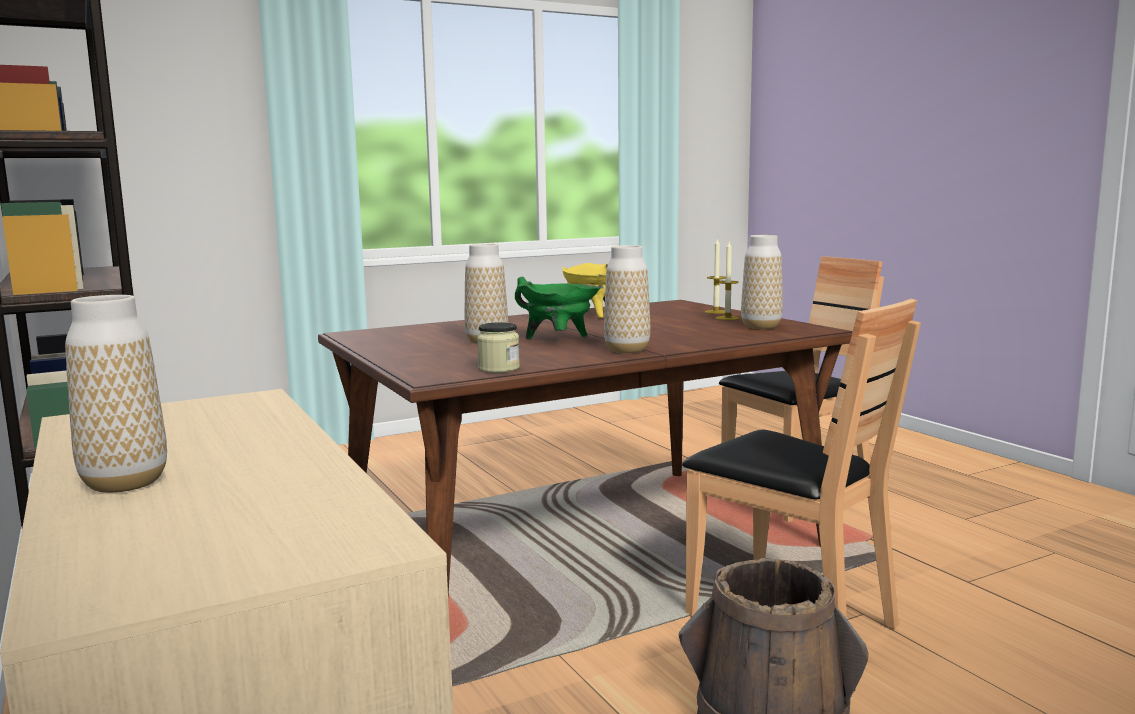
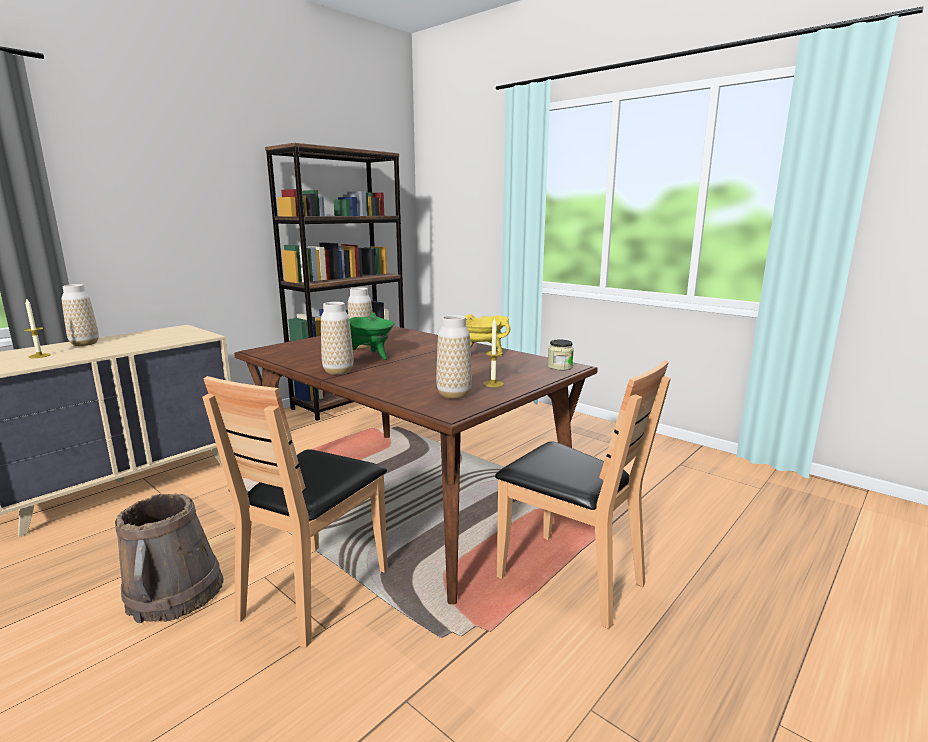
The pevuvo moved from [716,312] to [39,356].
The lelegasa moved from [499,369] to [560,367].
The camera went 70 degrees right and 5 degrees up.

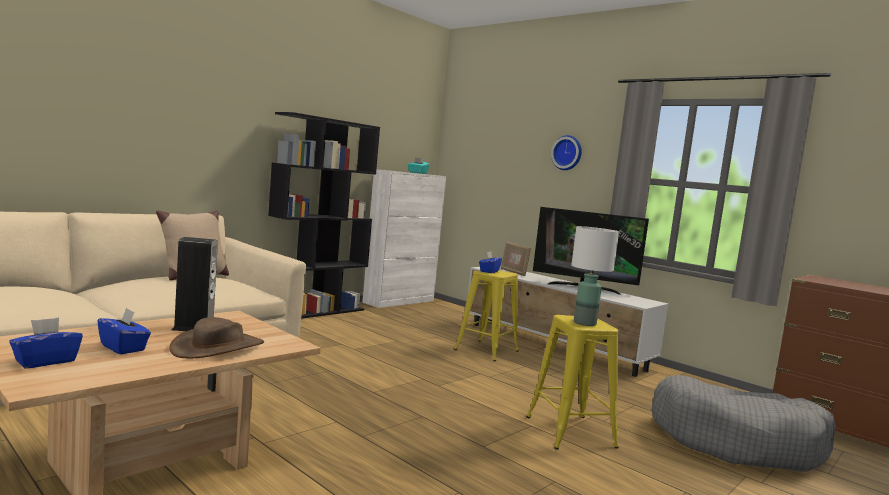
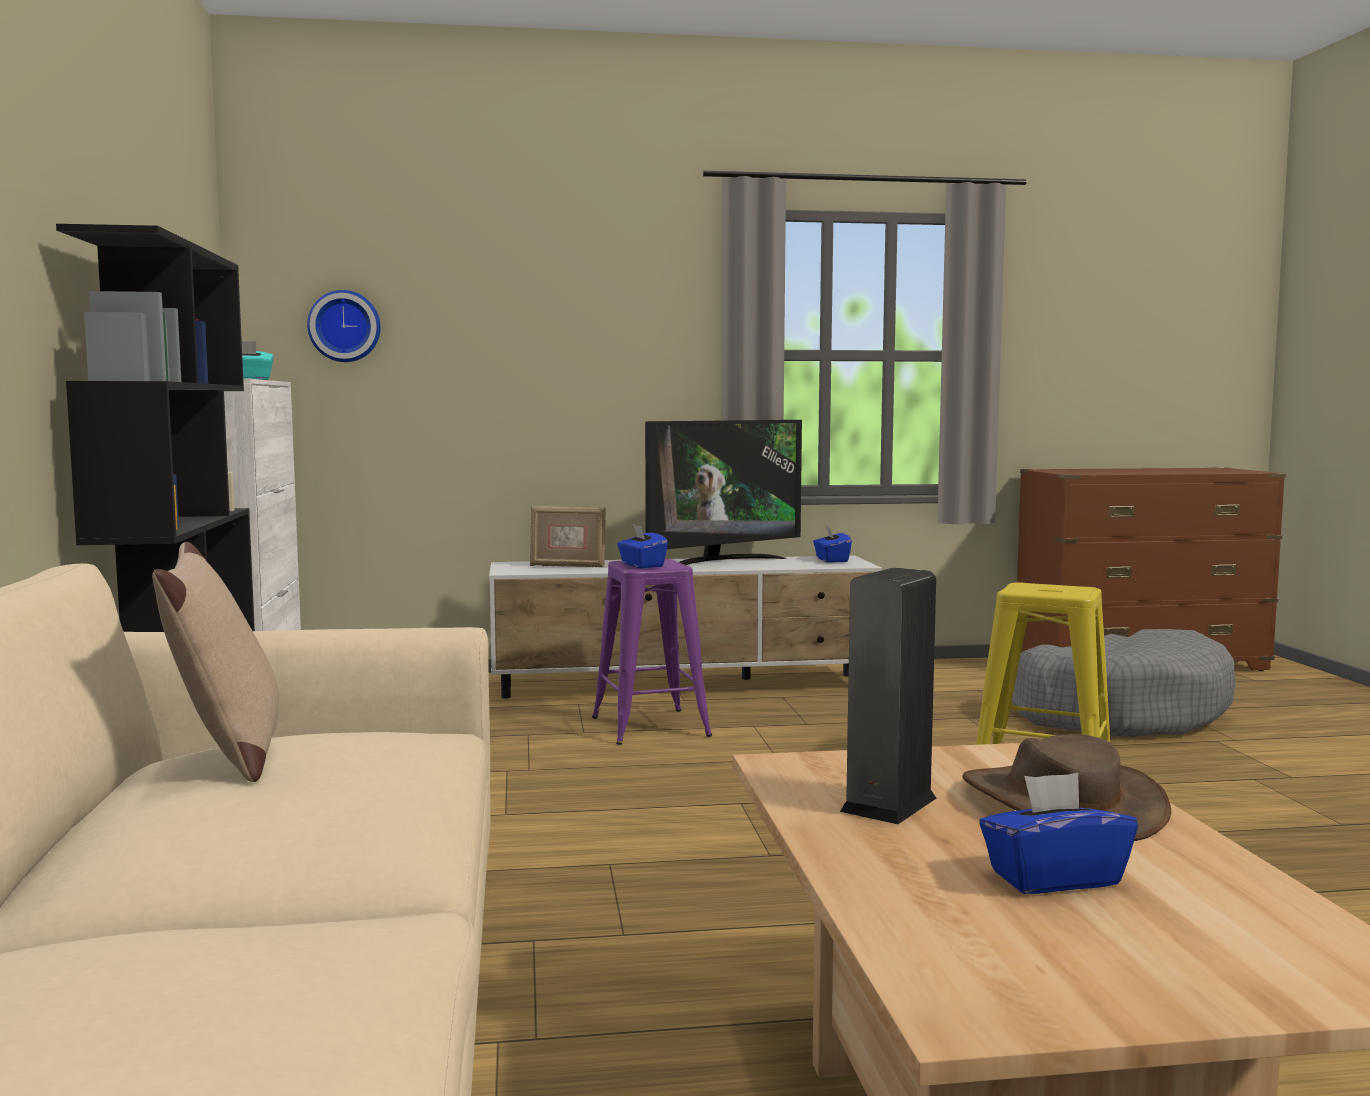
The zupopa moved from [567,153] to [345,326].
The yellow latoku at [487,350] became the purple latoku at [650,727].
The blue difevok moved from [45,361] to [831,560].
The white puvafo at [584,323] disappeared.
The camera went 50 degrees left and 0 degrees up.

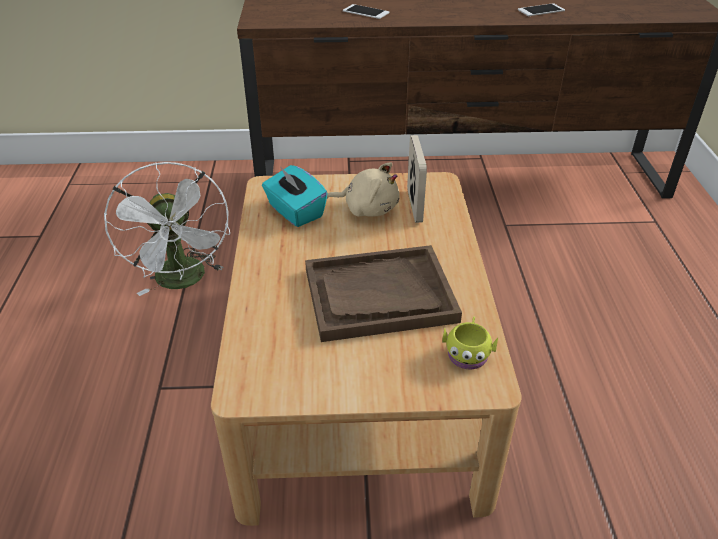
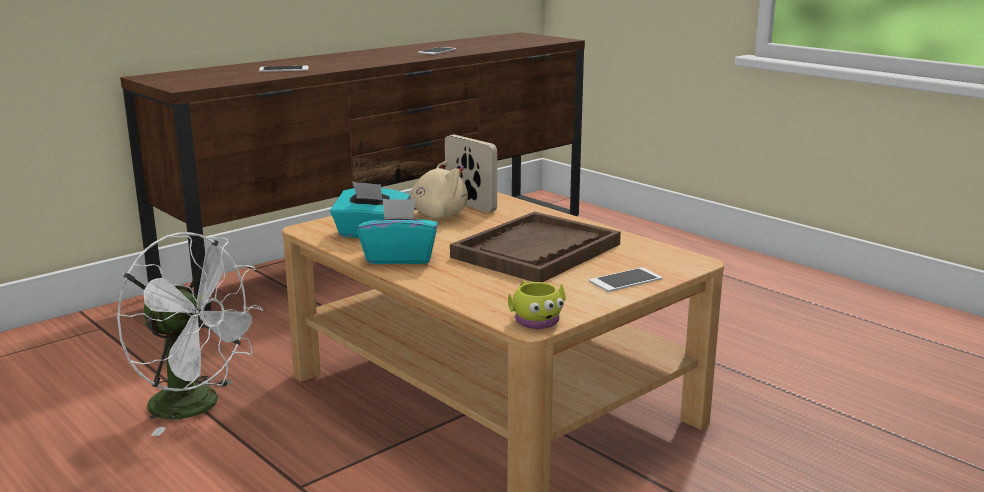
The turquoise difevok at [399,258] appeared.
The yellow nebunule moved from [468,353] to [535,319].
The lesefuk at [625,280] appeared.
The camera went 40 degrees left and 20 degrees down.

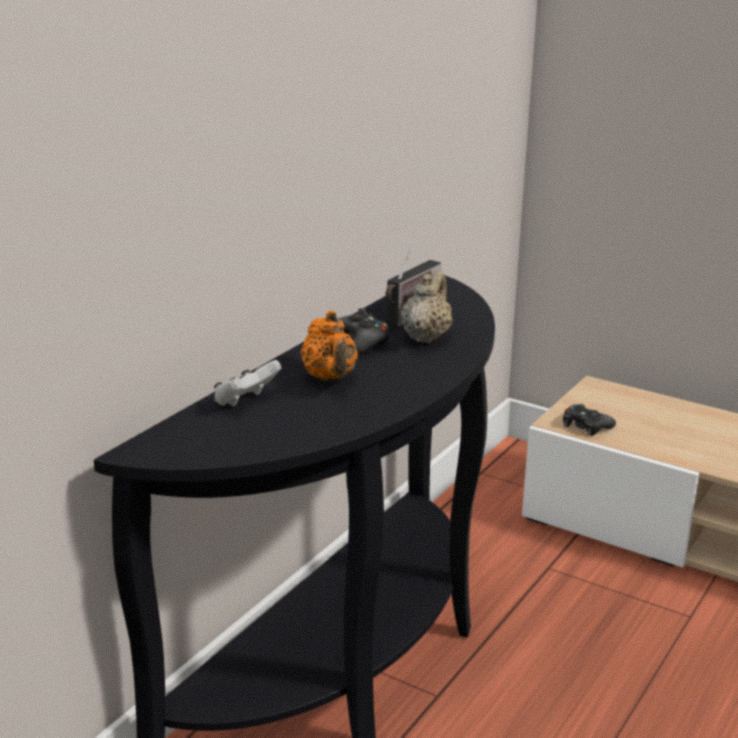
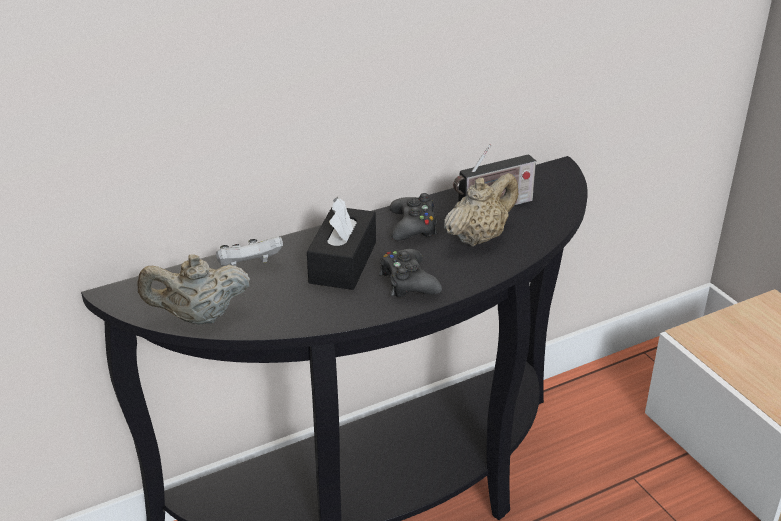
The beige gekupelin at [198,317] appeared.
The orange gekupelin at [330,379] was replaced by the black difevok at [343,262].
The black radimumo moved from [585,426] to [408,282].
The camera went 30 degrees right and 10 degrees up.

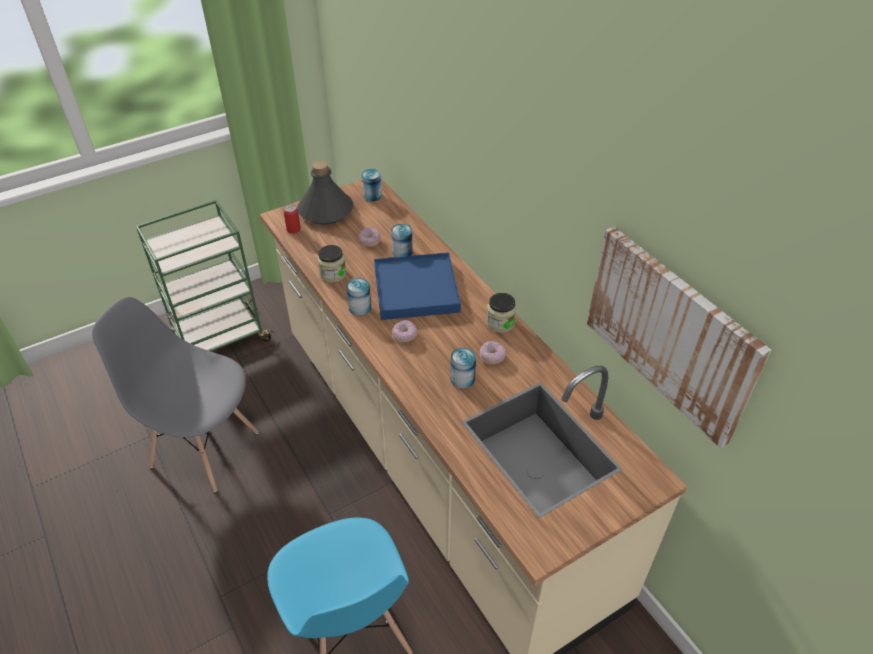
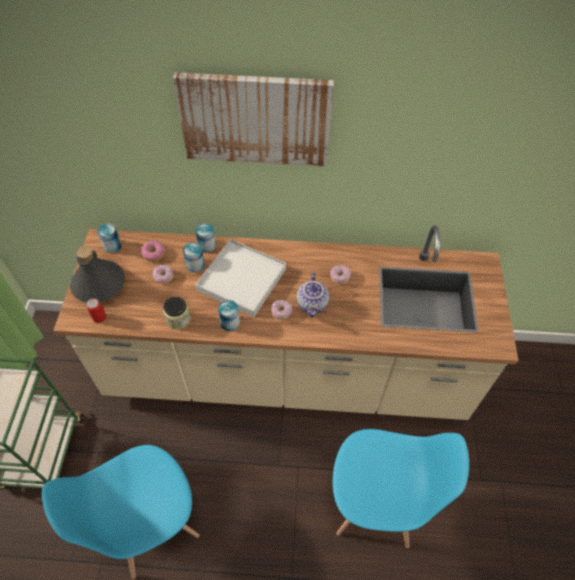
The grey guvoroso at [204,448] became the blue guvoroso at [150,524].
The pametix at [153,253] appeared.
The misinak moved from [670,332] to [255,119].
The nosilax moved from [462,379] to [207,245].
The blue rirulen at [416,289] became the white rirulen at [242,279].
The gekupelin at [313,304] appeared.
The lelegasa at [500,323] disappeared.
The camera went 55 degrees left and 10 degrees up.

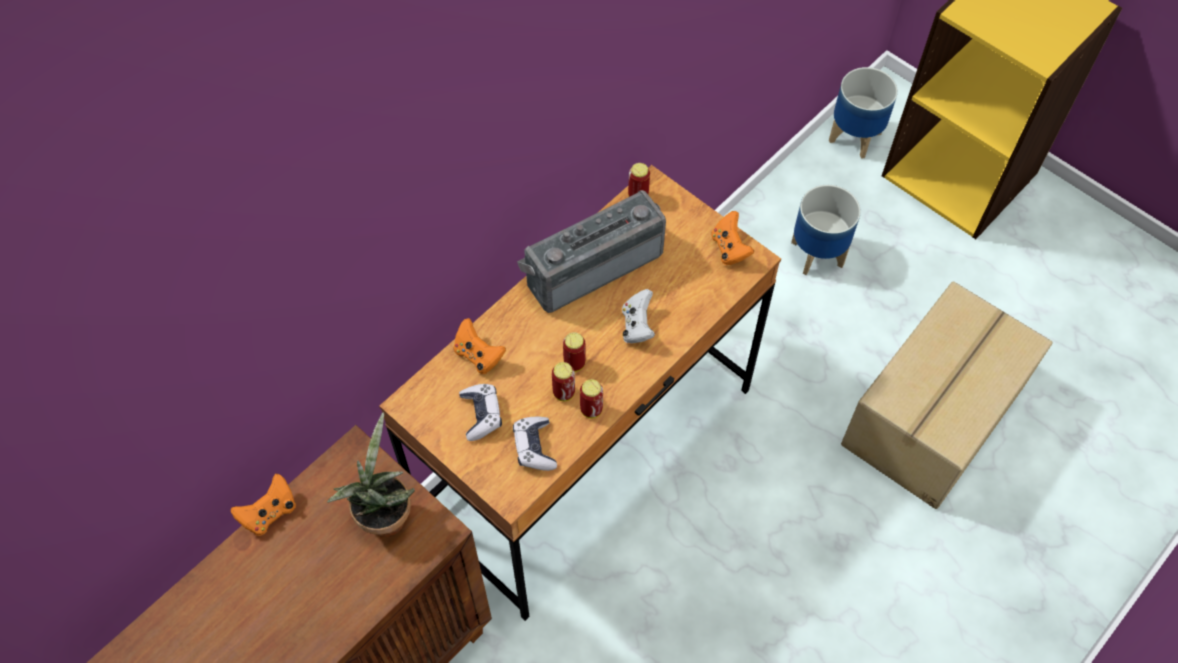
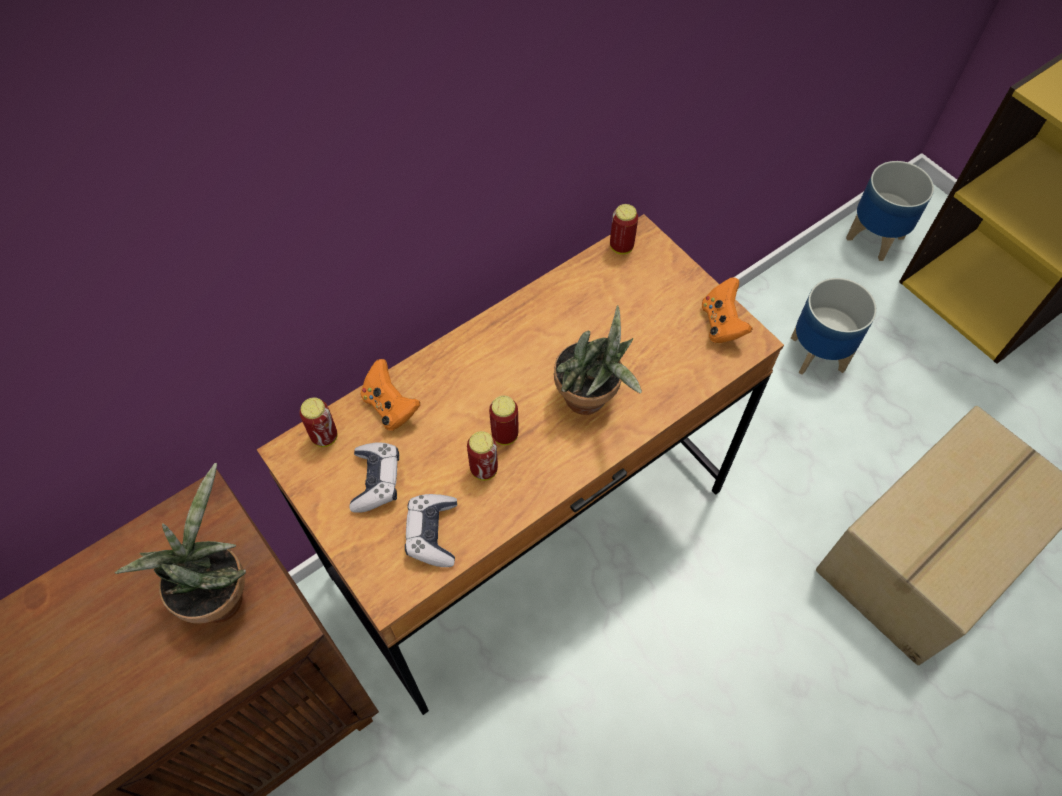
The nosilax moved from [591,409] to [324,436].
The white radimumo at [637,326] was replaced by the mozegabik at [591,400].
The orange radimumo at [269,513] disappeared.
The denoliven at [591,264] disappeared.
The camera went 10 degrees right and 0 degrees up.

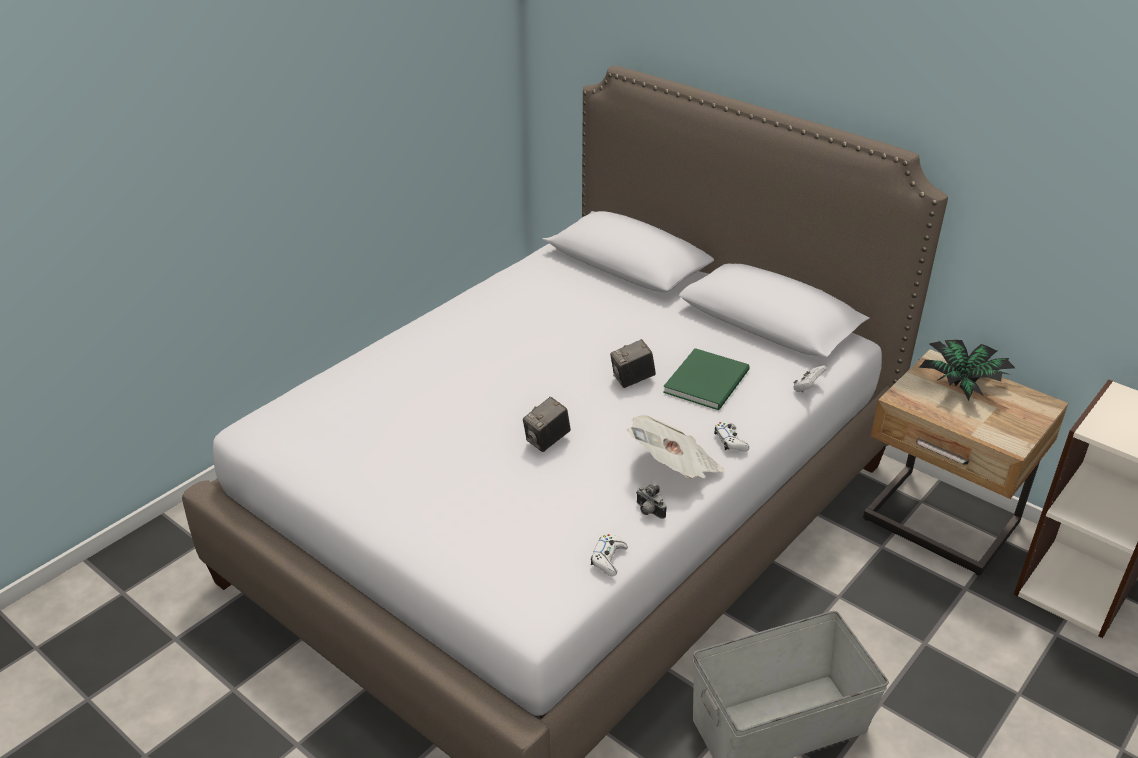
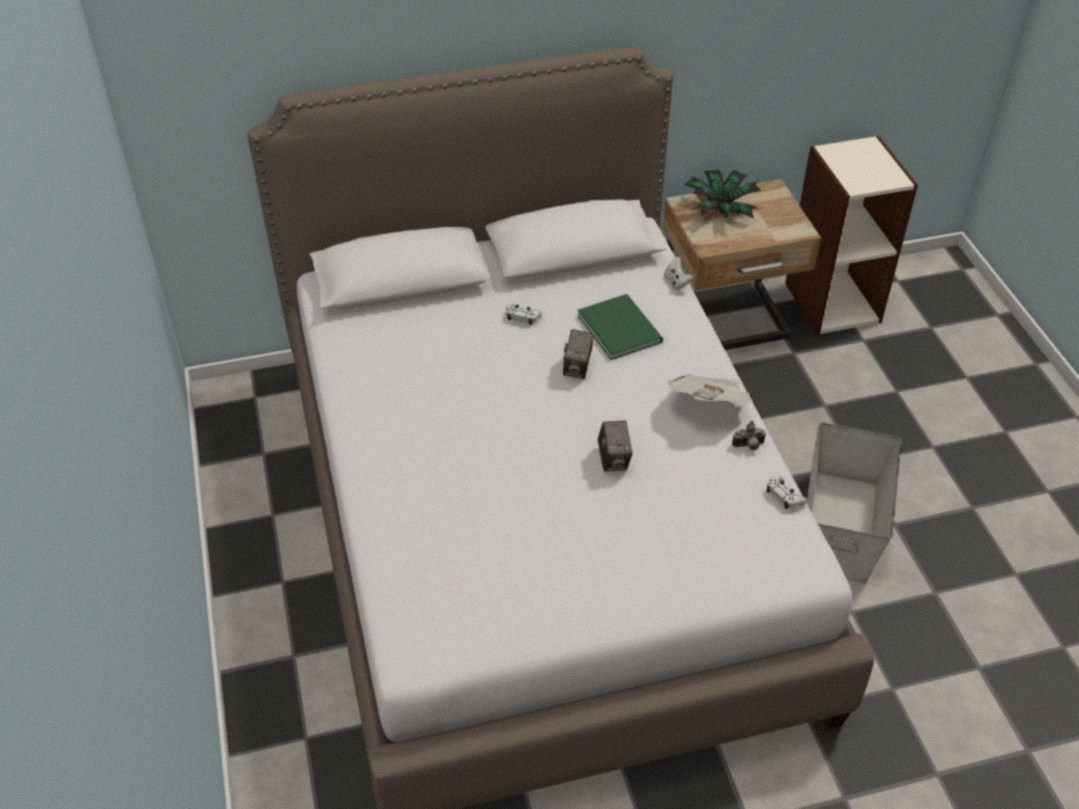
The white radimumo moved from [730,441] to [522,317].
The camera went 55 degrees left and 10 degrees up.

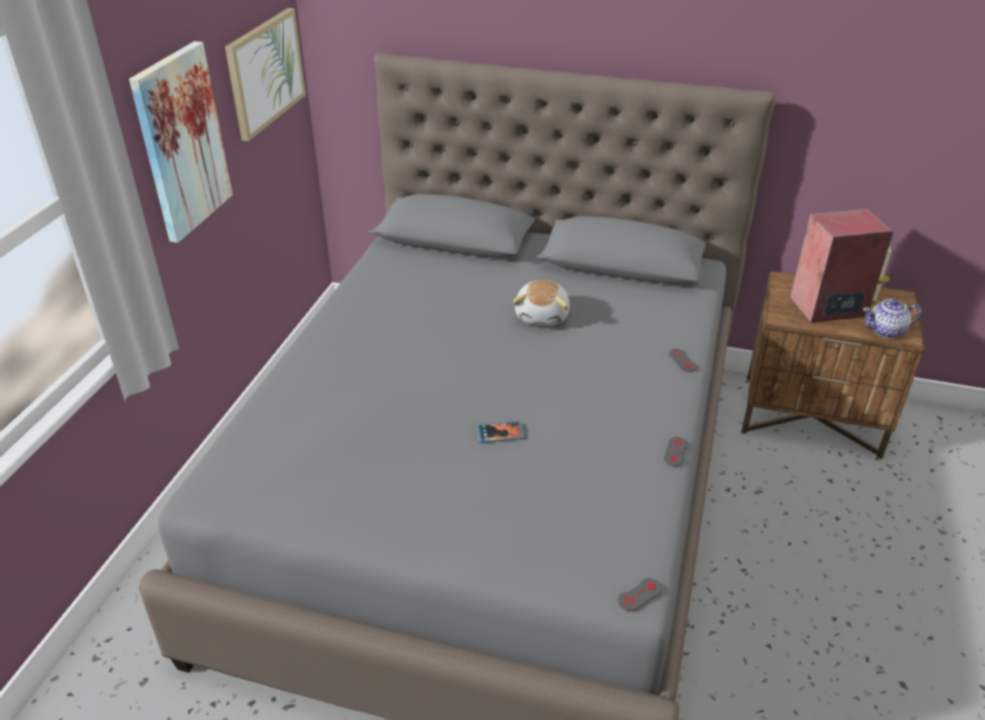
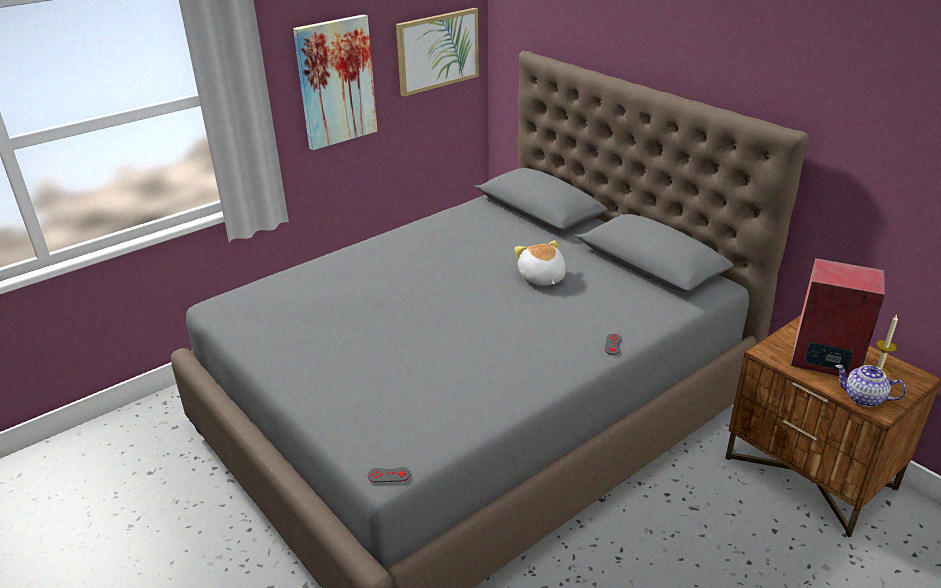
The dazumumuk at [543,315] turned 120 degrees clockwise.
The lesefuk at [500,433] disappeared.
The grey radimumo at [675,451] disappeared.
The camera went 35 degrees right and 5 degrees down.

